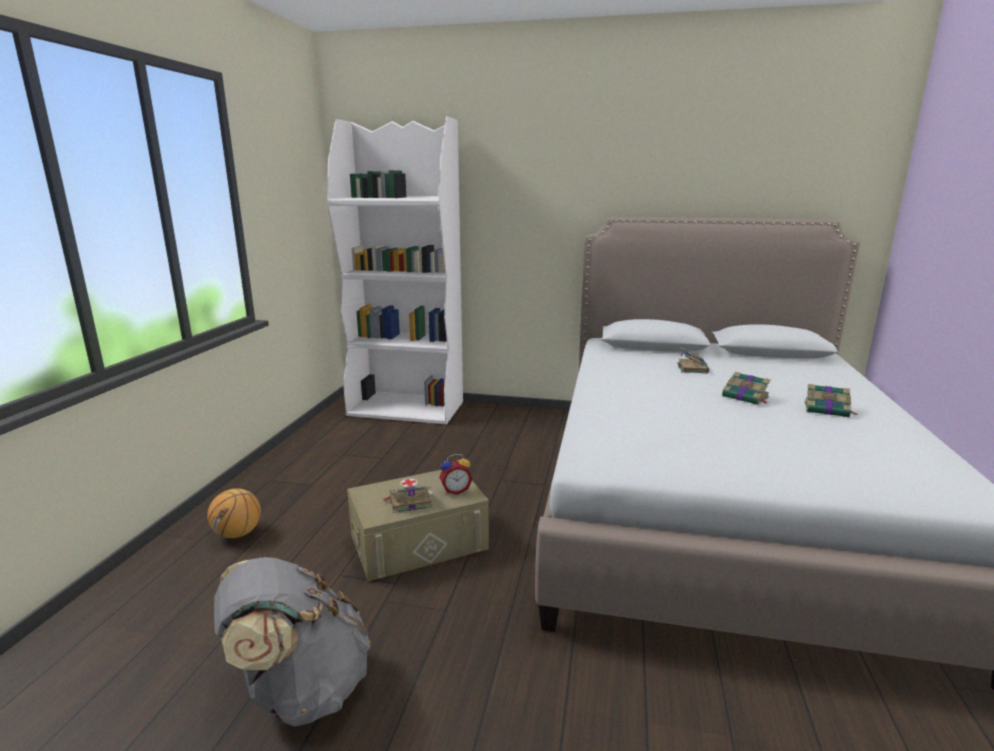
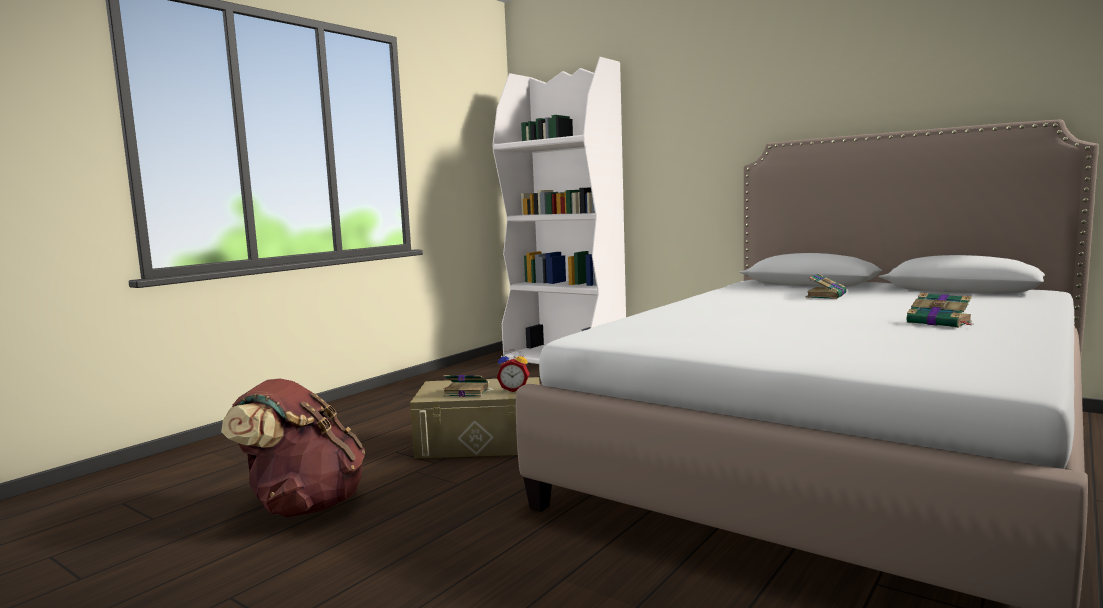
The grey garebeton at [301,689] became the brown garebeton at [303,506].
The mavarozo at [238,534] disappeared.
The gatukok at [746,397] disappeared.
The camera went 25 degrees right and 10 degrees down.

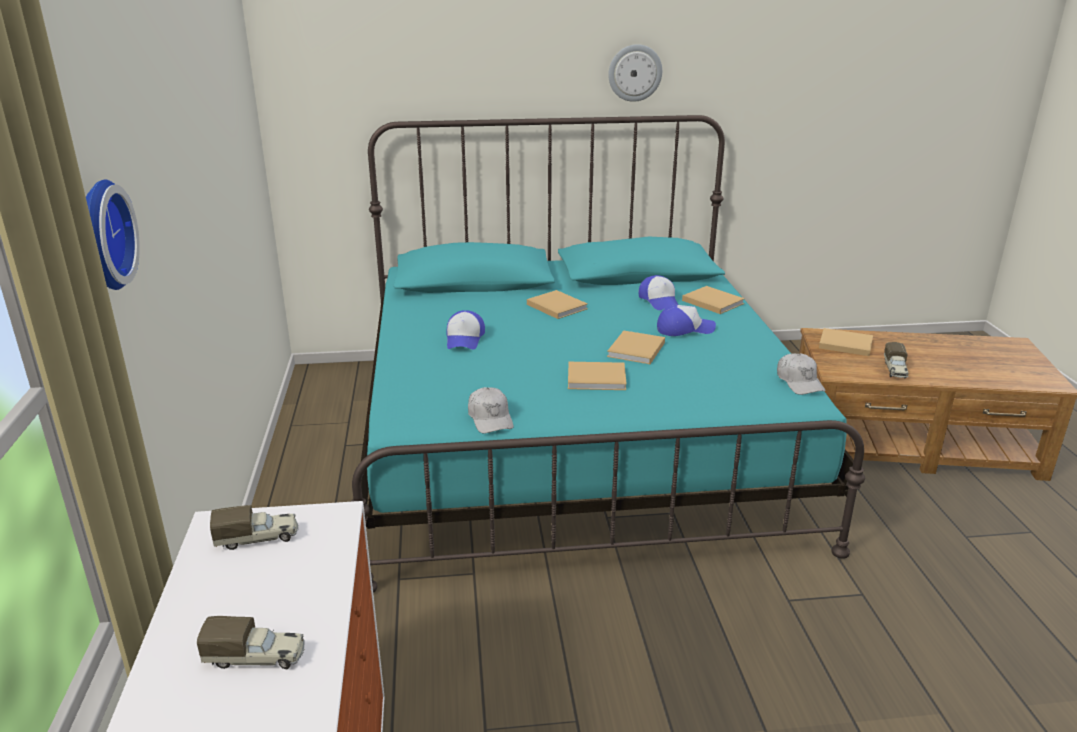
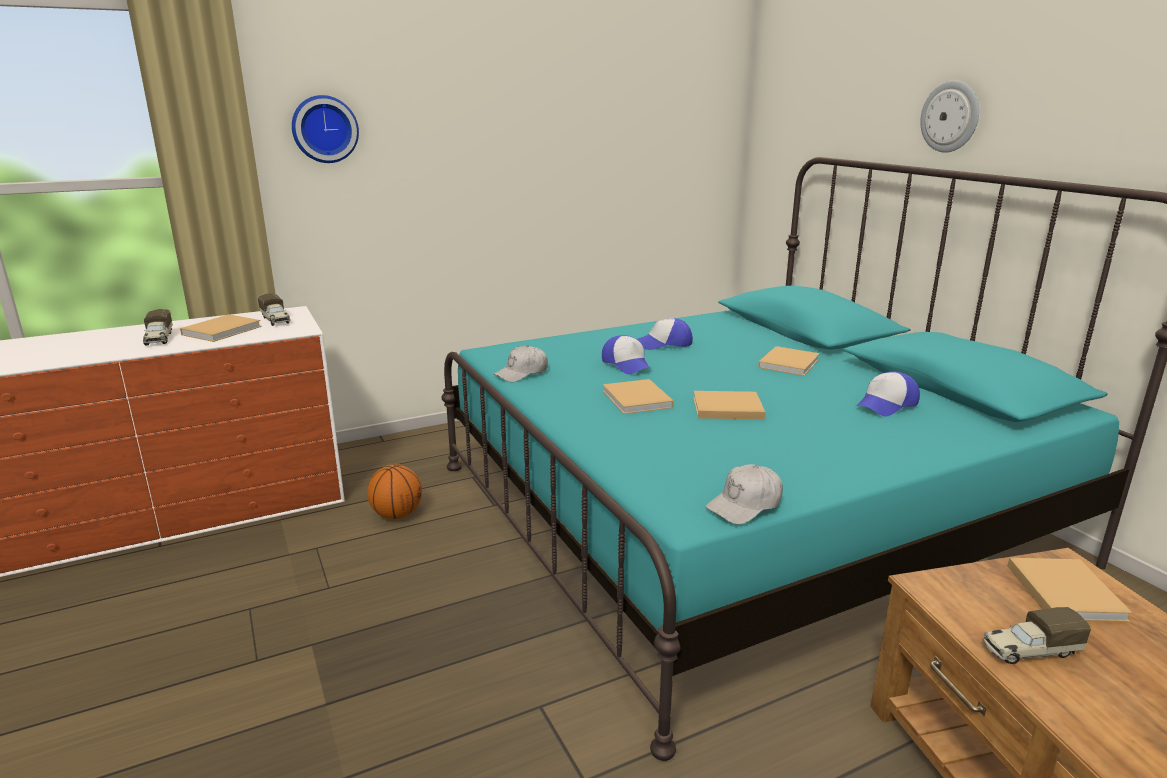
The beige gatukok moved from [711,301] to [223,330].
The mavarozo at [397,515] appeared.
The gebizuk moved from [684,329] to [627,364].
The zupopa moved from [635,73] to [950,117].
The camera went 70 degrees right and 5 degrees down.

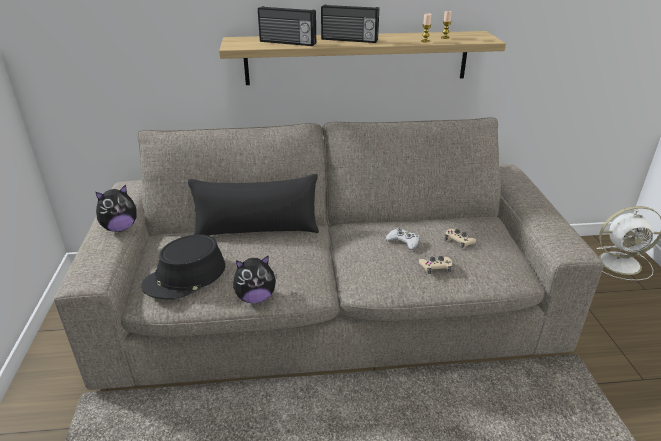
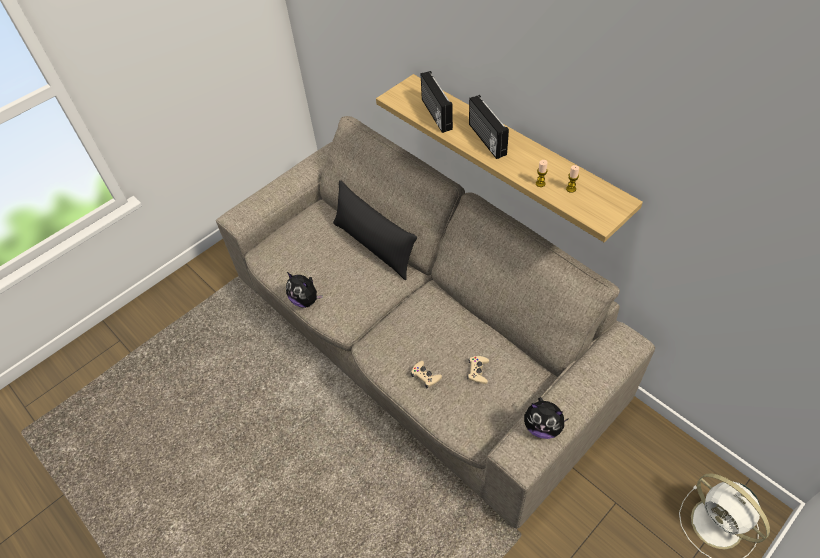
The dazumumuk moved from [120,228] to [542,427].
The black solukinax at [185,276] disappeared.
The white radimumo at [403,241] disappeared.
The camera went 55 degrees right and 20 degrees up.

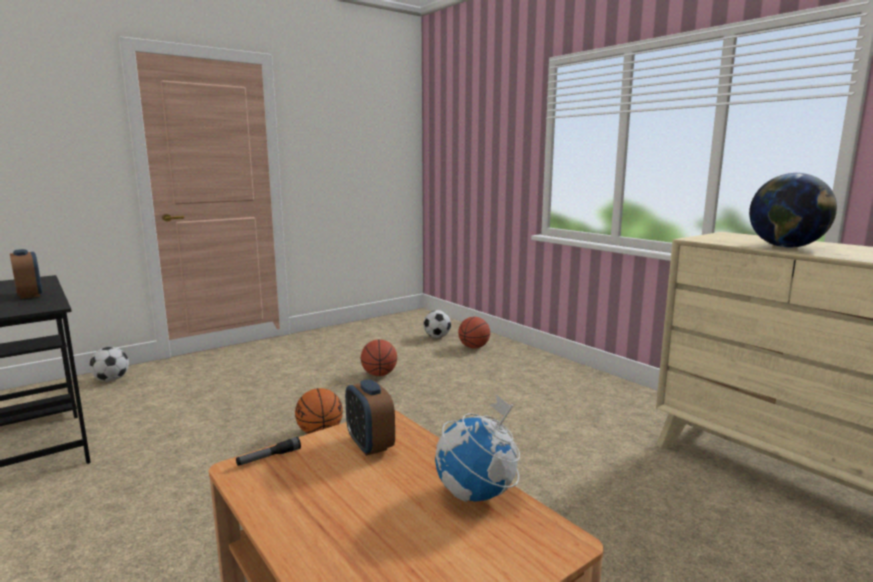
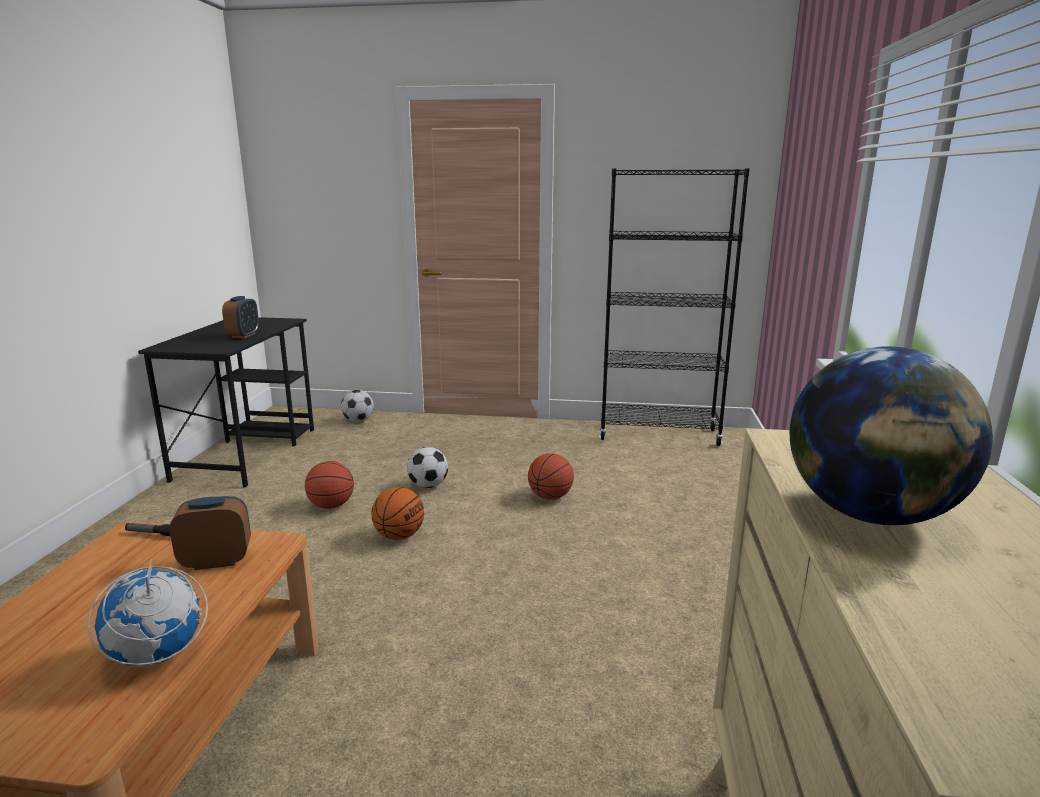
The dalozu at [370,445] turned 60 degrees clockwise.
The mavarozo moved from [474,347] to [331,506].
The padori moved from [437,337] to [428,485].
The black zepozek at [658,435] appeared.
The camera went 45 degrees right and 5 degrees up.

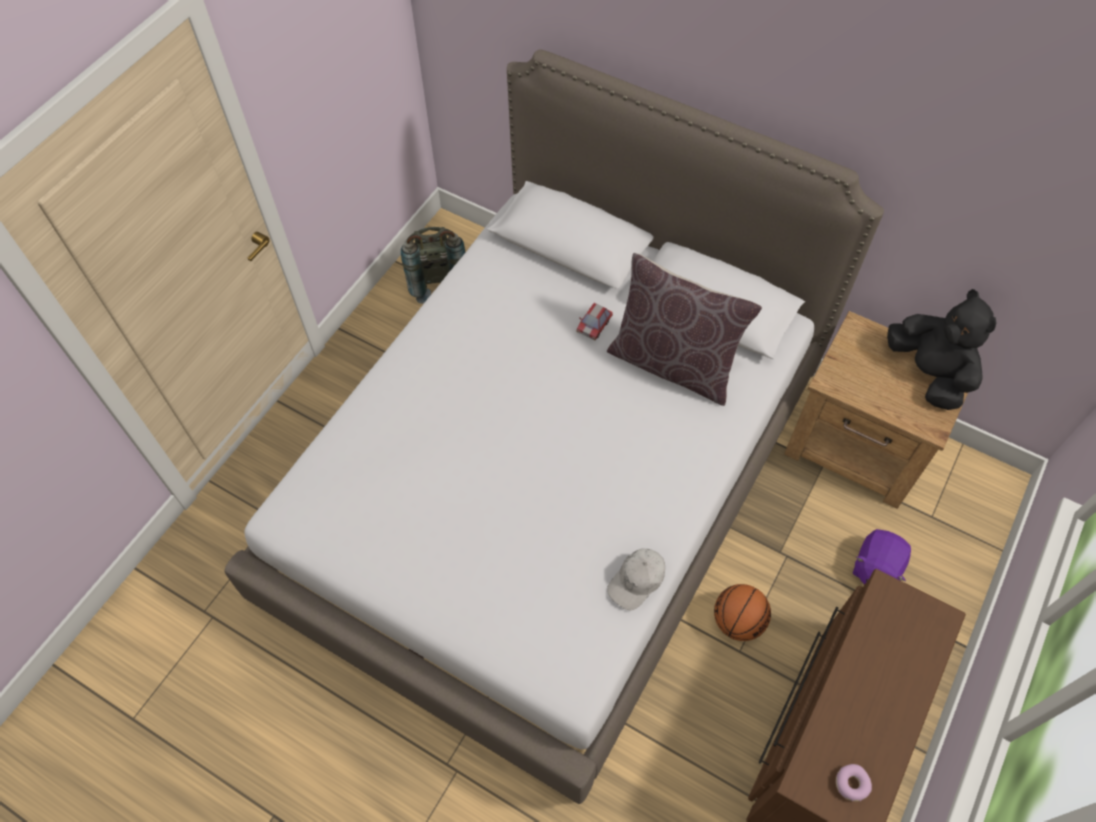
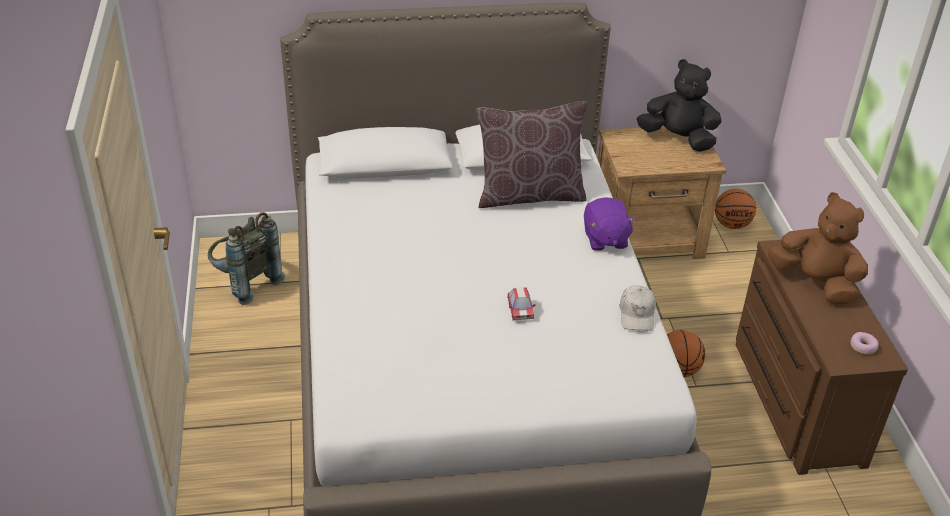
The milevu moved from [594,326] to [520,311].
The purple dazumumuk moved from [875,568] to [605,239].
The mavarozo at [731,224] appeared.
The brown dazumumuk at [815,283] appeared.
The camera went 40 degrees left and 20 degrees down.

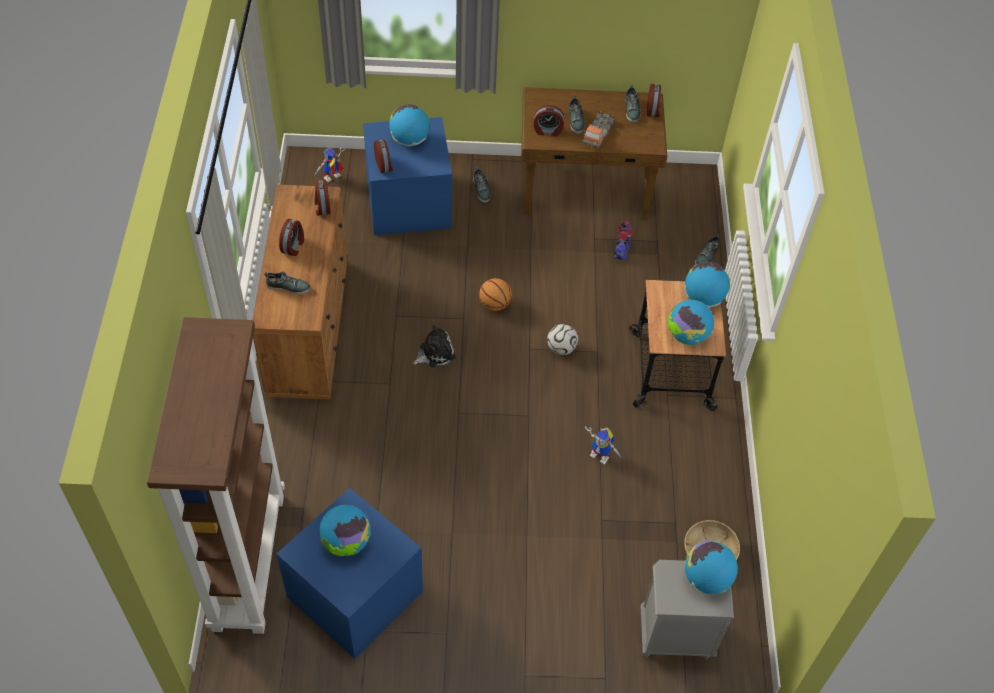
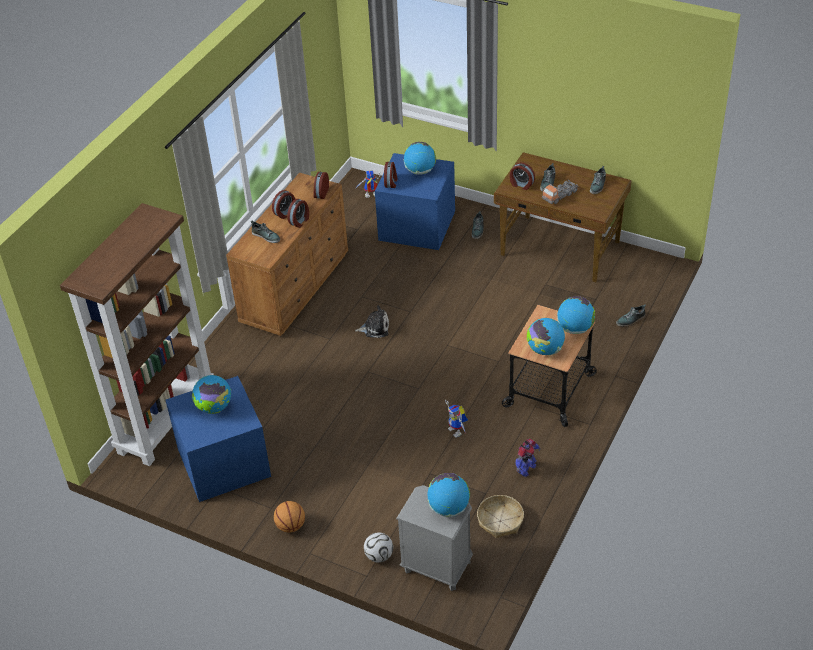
The mavarozo moved from [495,304] to [291,526].
The dalozu moved from [653,109] to [300,221].
The padori moved from [561,348] to [379,556].
The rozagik moved from [621,252] to [526,469].
The camera went 30 degrees right and 10 degrees down.

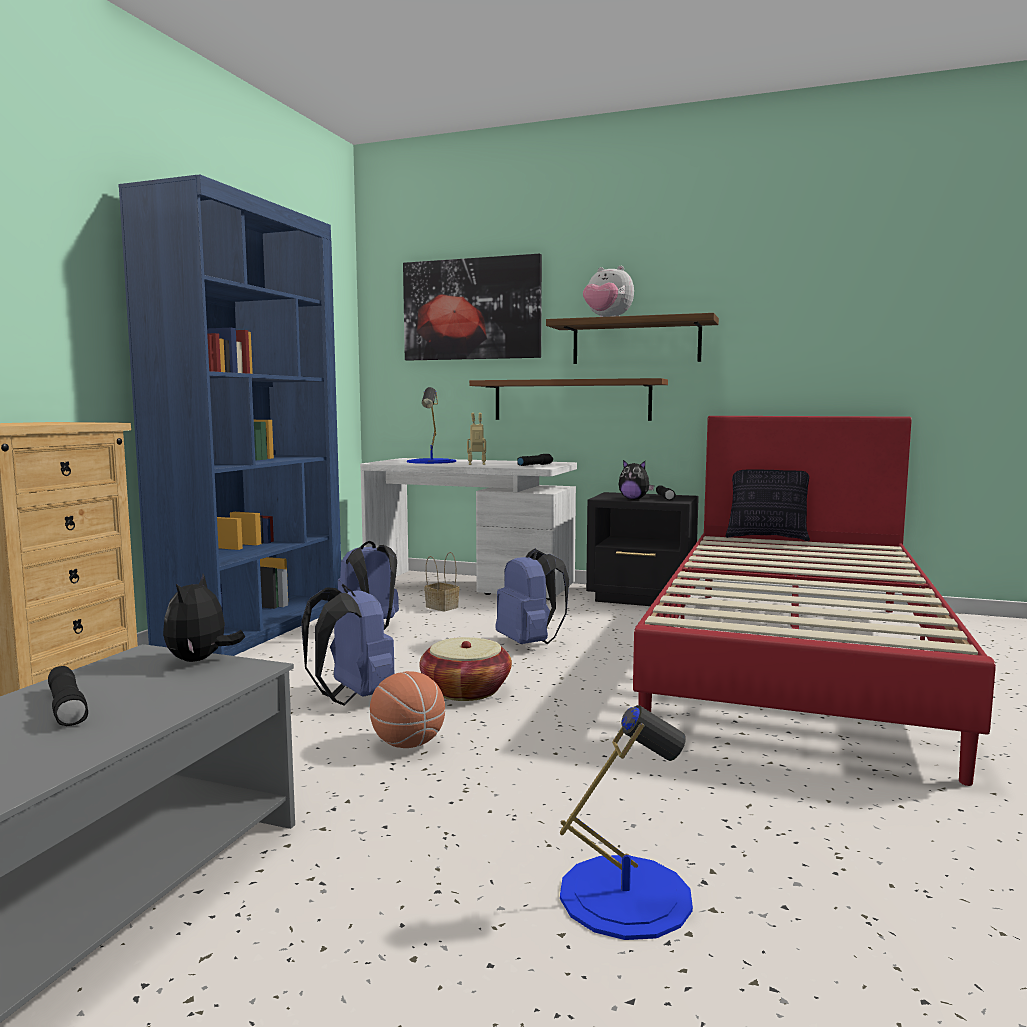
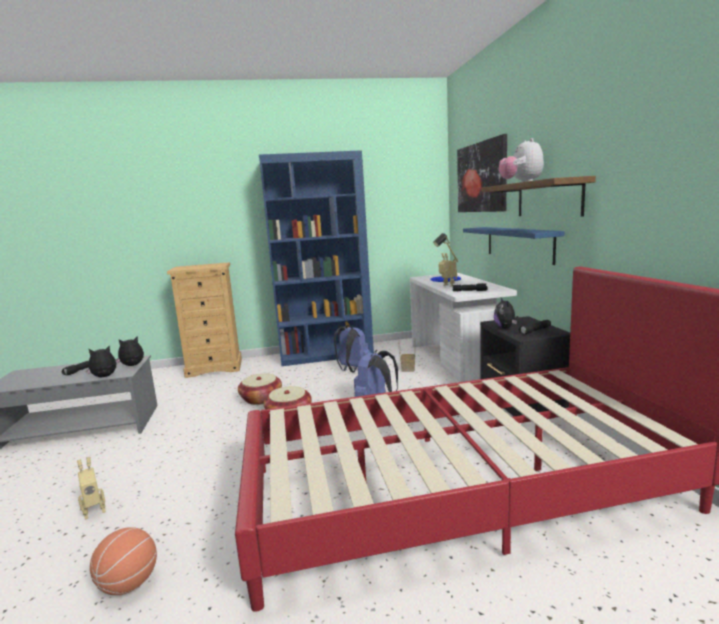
The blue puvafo at [625,895] was replaced by the rozagik at [94,511].
The dazumumuk at [104,377] appeared.
The mavarozo moved from [408,744] to [128,584].
The blue garebeton at [353,697] was replaced by the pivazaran at [261,399].
The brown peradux at [571,400] became the blue peradux at [518,243].
The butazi at [767,538] disappeared.
The camera went 60 degrees right and 5 degrees up.

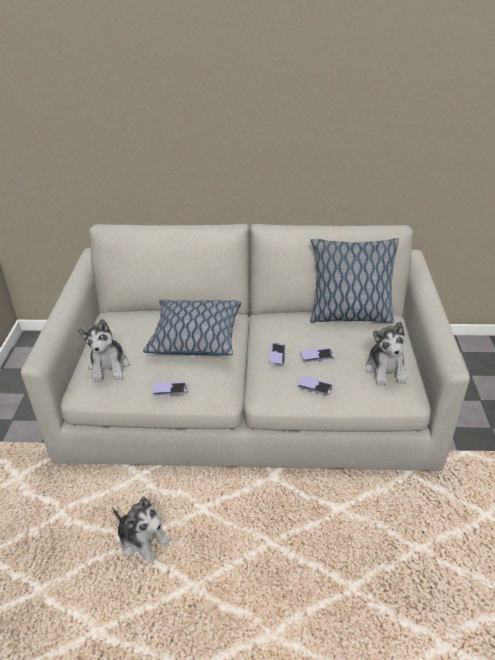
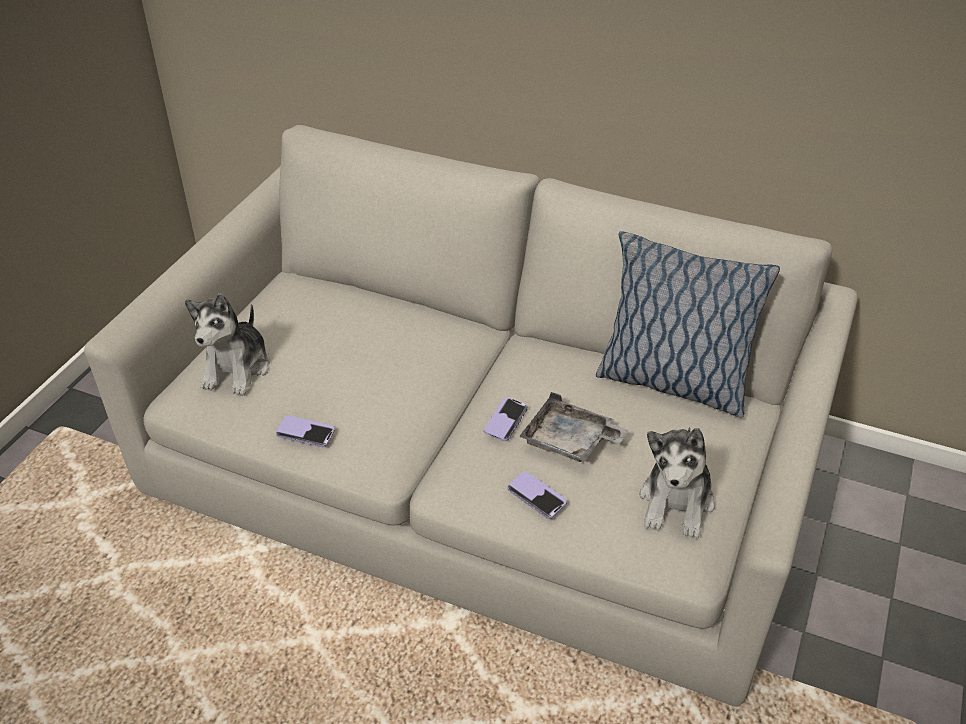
The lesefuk at [317,355] was replaced by the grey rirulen at [570,441].
The dazumumuk at [143,540] disappeared.
The butazi at [194,337] disappeared.
The camera went 20 degrees right and 5 degrees up.

